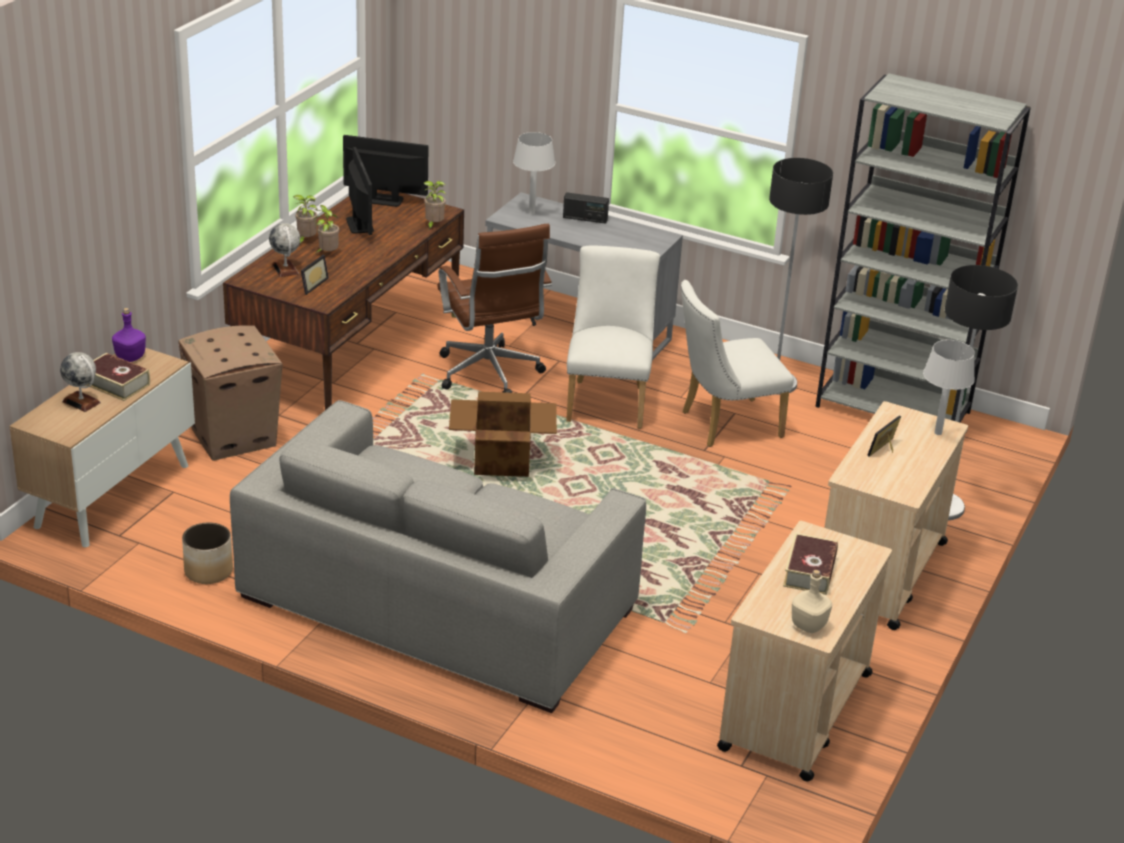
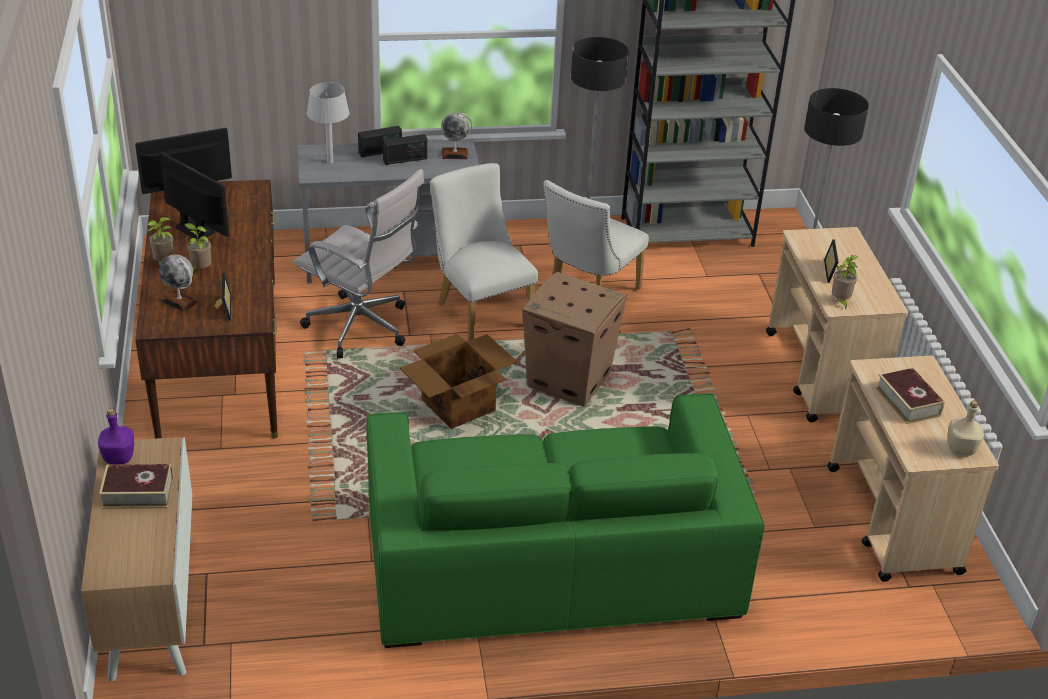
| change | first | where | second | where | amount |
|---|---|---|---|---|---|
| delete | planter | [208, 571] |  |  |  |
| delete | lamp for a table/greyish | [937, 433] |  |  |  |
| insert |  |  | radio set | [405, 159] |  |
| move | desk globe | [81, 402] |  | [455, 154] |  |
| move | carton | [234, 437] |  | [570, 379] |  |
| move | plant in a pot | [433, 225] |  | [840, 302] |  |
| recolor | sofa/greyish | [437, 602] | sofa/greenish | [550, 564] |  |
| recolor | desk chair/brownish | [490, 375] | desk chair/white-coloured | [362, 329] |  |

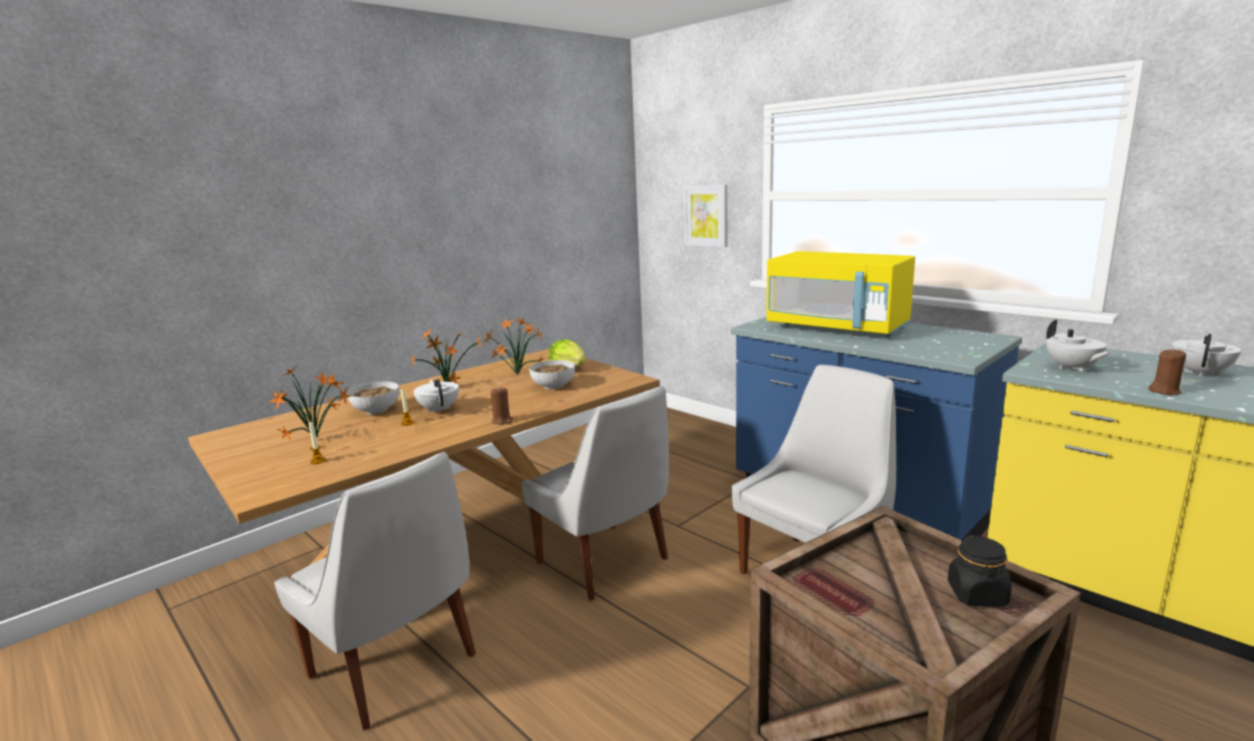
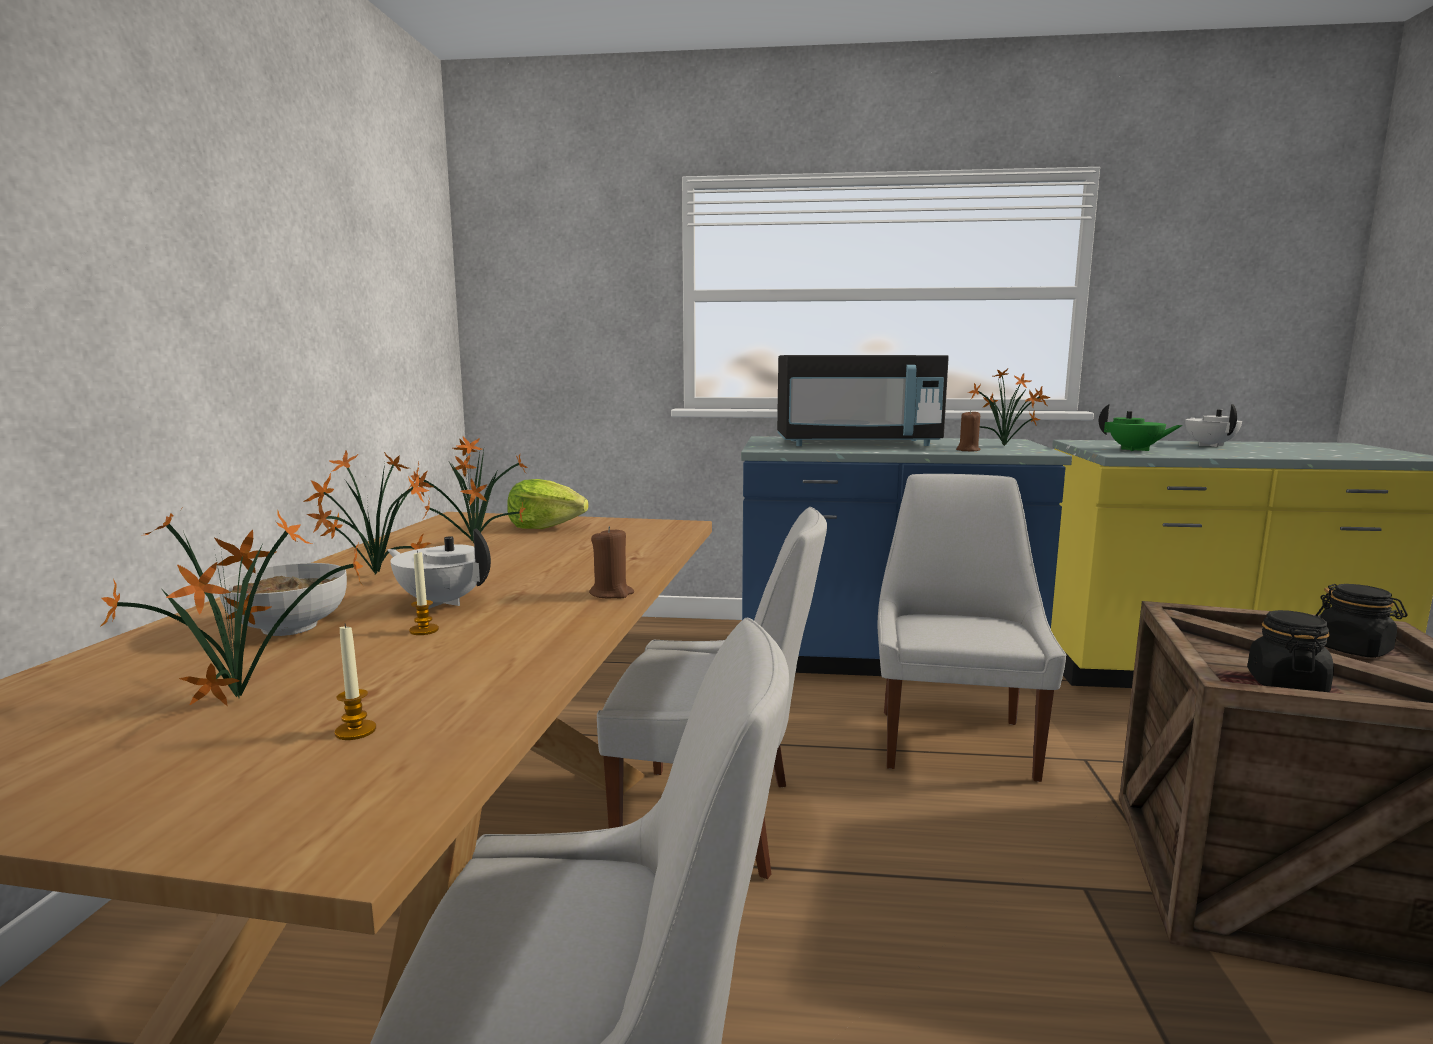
| change | first | where | second | where | amount |
|---|---|---|---|---|---|
| delete | deep dish | [554, 386] |  |  |  |
| delete | wall art | [706, 215] |  |  |  |
| insert |  |  | plant in a pot | [1006, 446] |  |
| insert |  |  | storage jar/black | [1285, 684] |  |
| move | wax light/brownish | [1165, 391] |  | [968, 450] |  |
| recolor | microwave oven/yellowish | [837, 328] | microwave oven/black | [856, 444] |  |
| recolor | tea pot/white-coloured | [1072, 368] | tea pot/greenish | [1135, 450] |  |

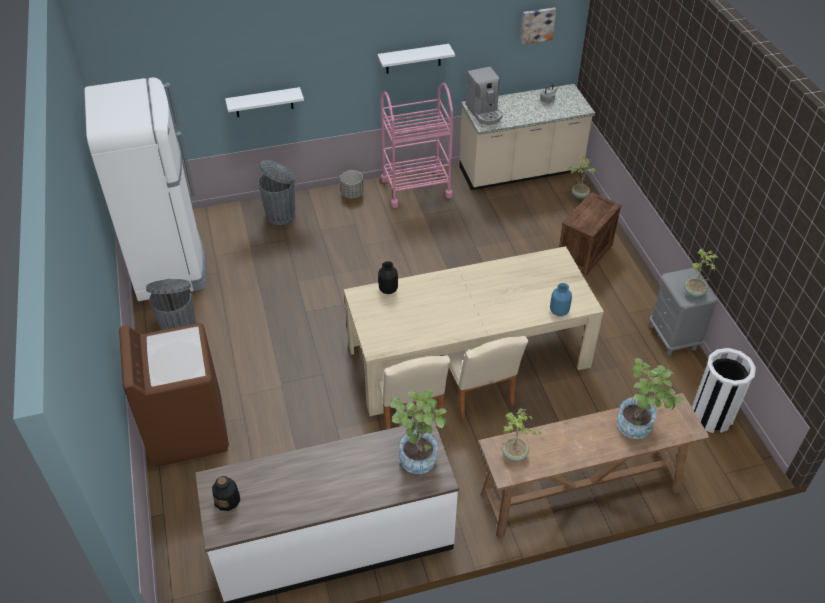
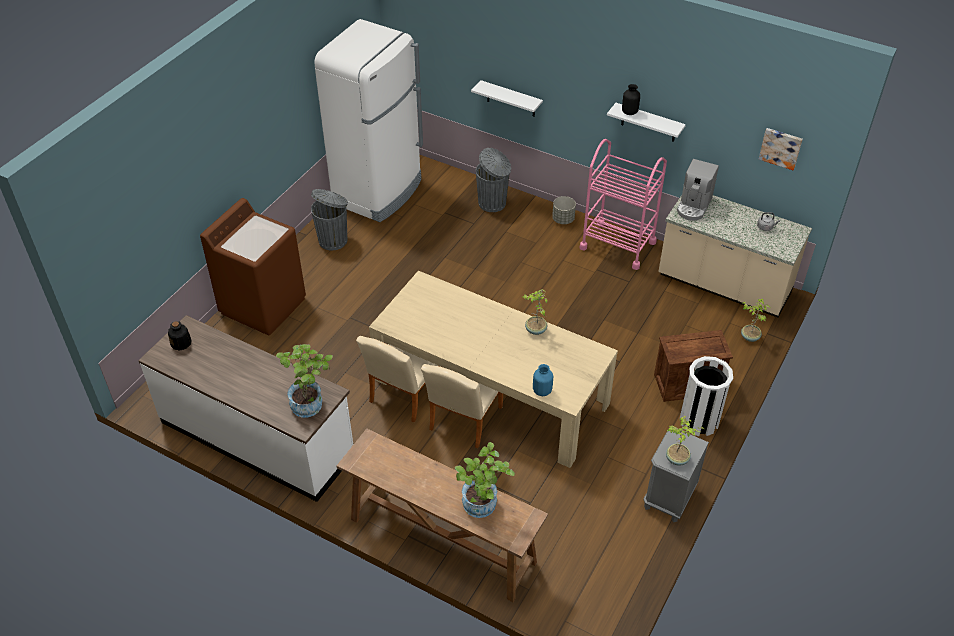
| change | first | where | second | where | amount |
|---|---|---|---|---|---|
| move | decorative vase/black | [388, 289] |  | [629, 112] |  |
| move | plant in a pot | [514, 455] |  | [535, 330] |  |
| move | rubbish bin/white-coloured | [711, 416] |  | [699, 420] |  |

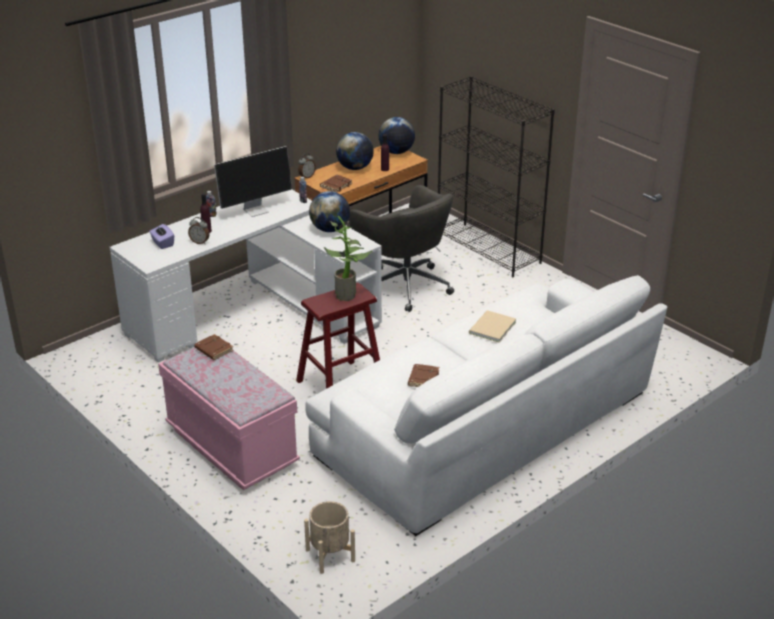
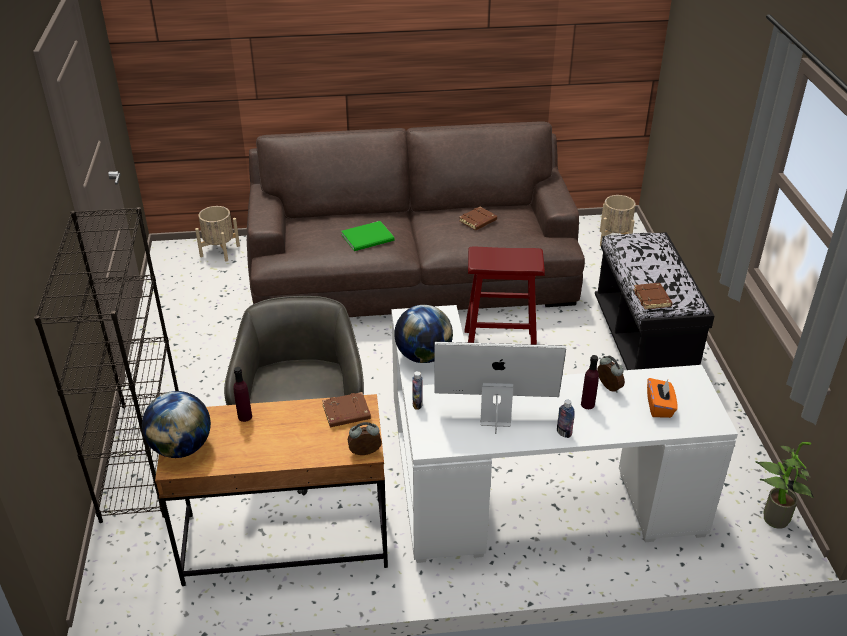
| change | first | where | second | where | amount |
|---|---|---|---|---|---|
| delete | desk globe | [355, 168] |  |  |  |
| insert |  |  | planter/sand-coloured | [219, 251] |  |
| move | plant in a pot | [348, 294] |  | [771, 519] |  |
| recolor | box of tissues/purplish | [162, 243] | box of tissues/orangey | [659, 407] |  |
| recolor | bench/pinkish | [231, 447] | bench/black | [643, 340] |  |
| recolor | sofa/white-coloured | [485, 425] | sofa/brownish | [412, 272] |  |
| recolor | volume/sand-coloured | [491, 328] | volume/greenish | [369, 238] |  |

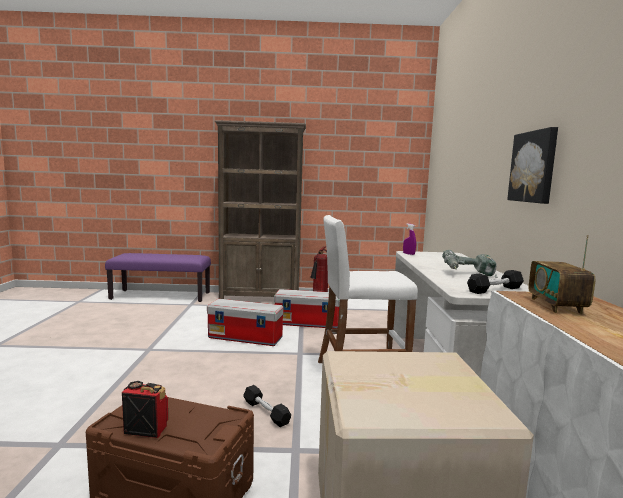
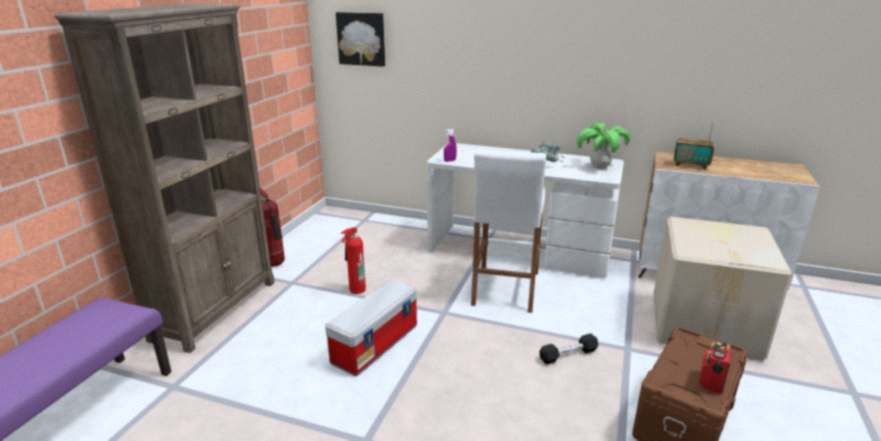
| change | first | where | second | where | amount |
|---|---|---|---|---|---|
| move | wall art | [534, 167] |  | [361, 39] |  |
| replace | storage bin | [308, 323] | fire extinguisher | [355, 290] |  |
| replace | dumbbell/black | [495, 289] | plant in a pot | [599, 167] |  |

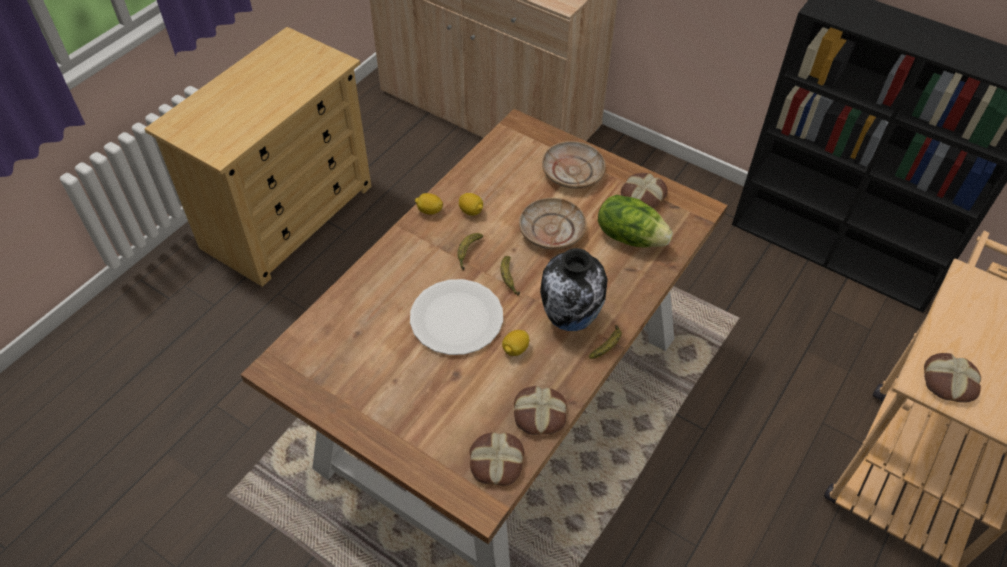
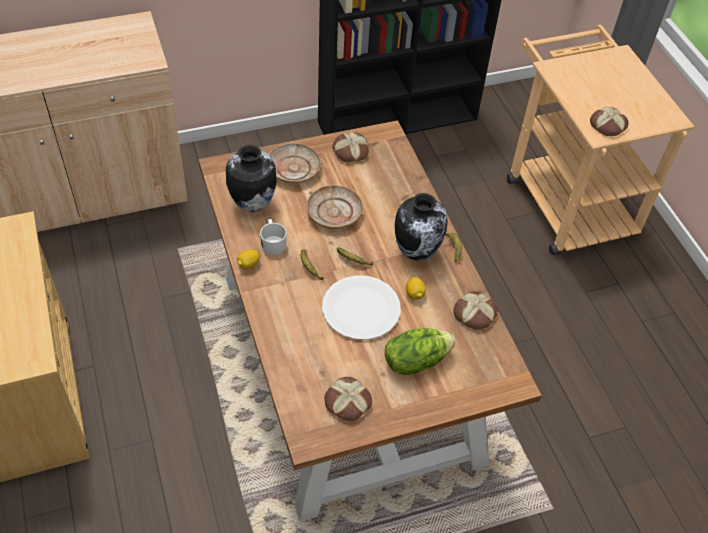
| change | first | where | second | where | amount |
|---|---|---|---|---|---|
| insert |  |  | decorative vase | [252, 204] |  |
| move | baked bread | [495, 462] |  | [347, 402] |  |
| move | lettuce head | [630, 236] |  | [415, 360] |  |
| replace | lemon | [471, 211] | coffee mug/white-coloured | [273, 243] |  |

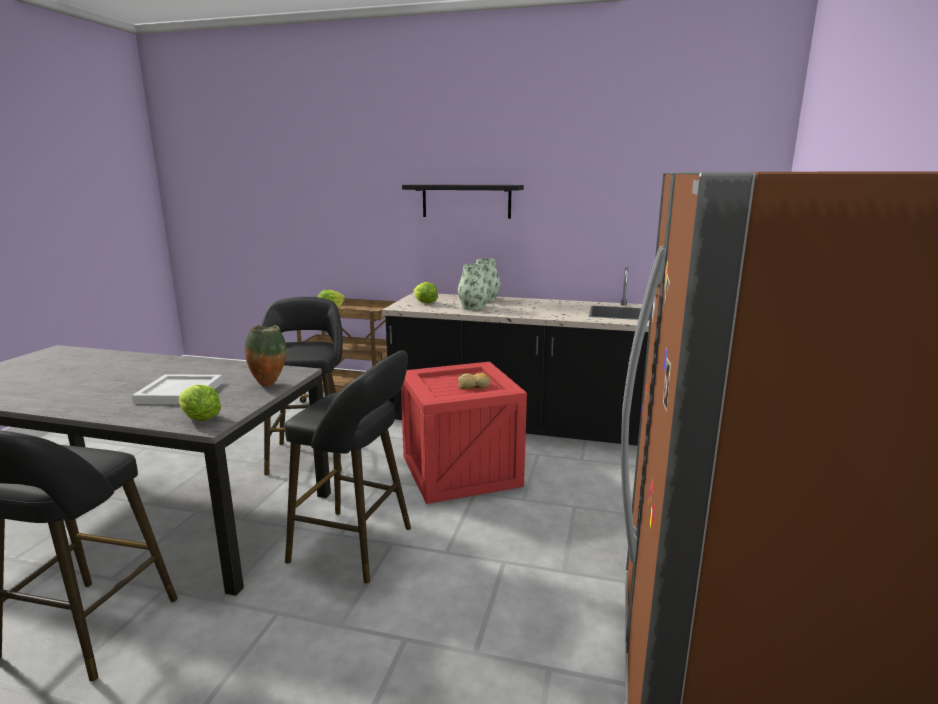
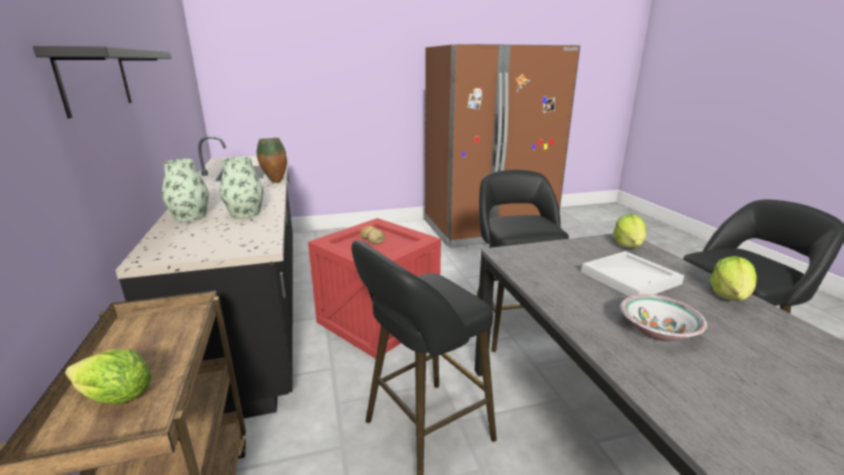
| change | first | where | second | where | amount |
|---|---|---|---|---|---|
| insert |  |  | deep dish | [657, 331] |  |
| move | decorative vase | [269, 384] |  | [274, 182] |  |
| move | lettuce head | [425, 303] |  | [730, 296] |  |

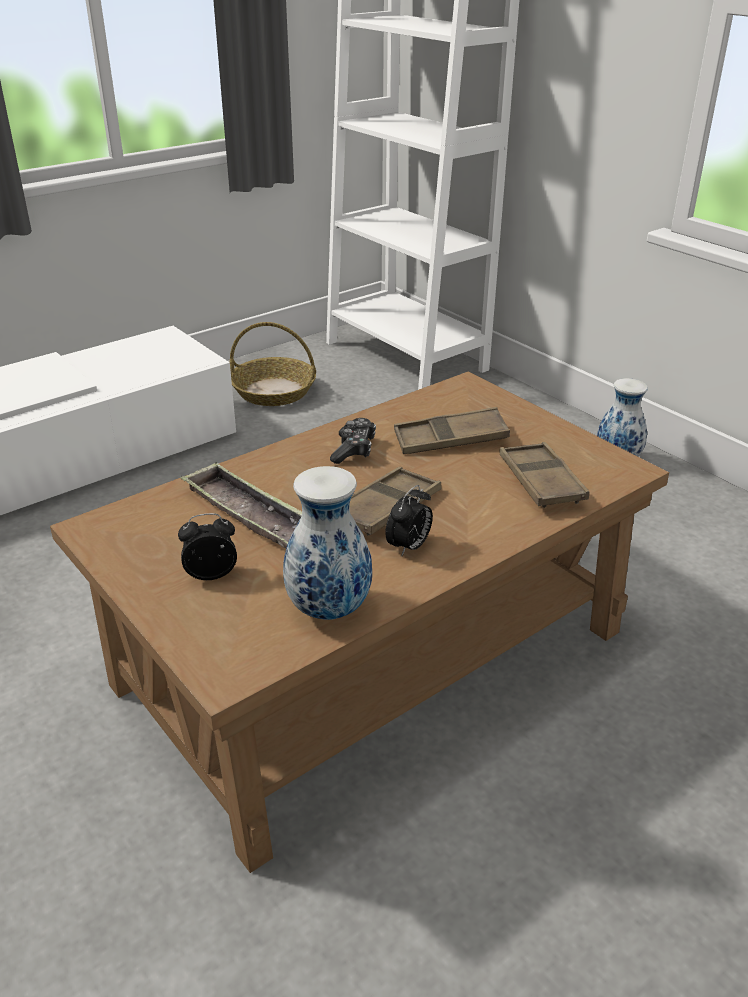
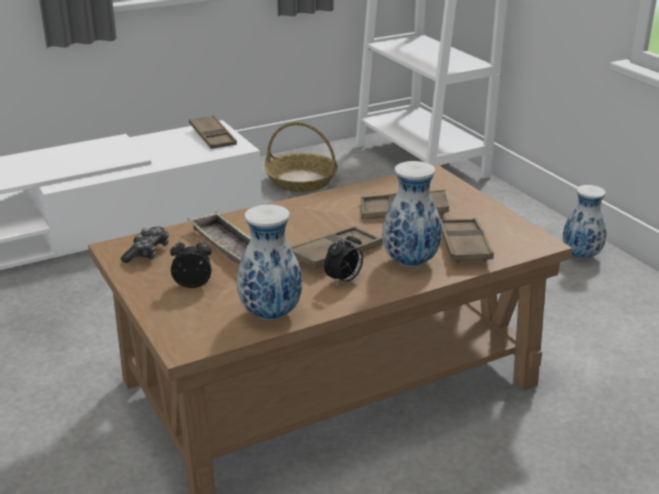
| change | first | where | second | where | amount |
|---|---|---|---|---|---|
| insert |  |  | carrying tray/brownish | [212, 137] |  |
| insert |  |  | decorative vase | [410, 261] |  |
| move | game controller | [354, 449] |  | [147, 252] |  |

